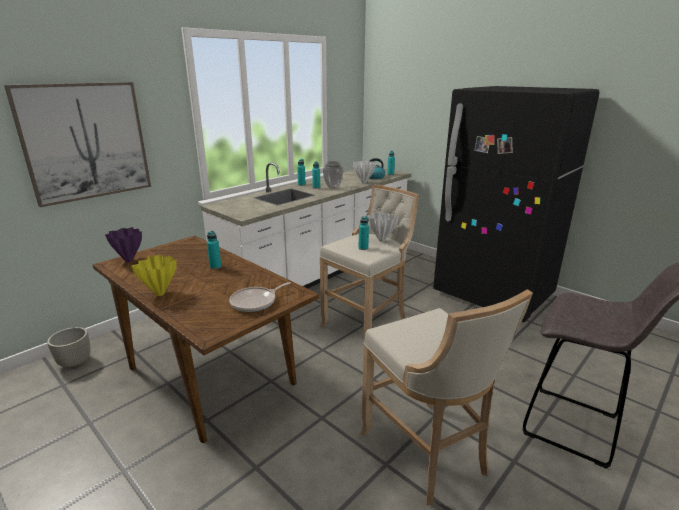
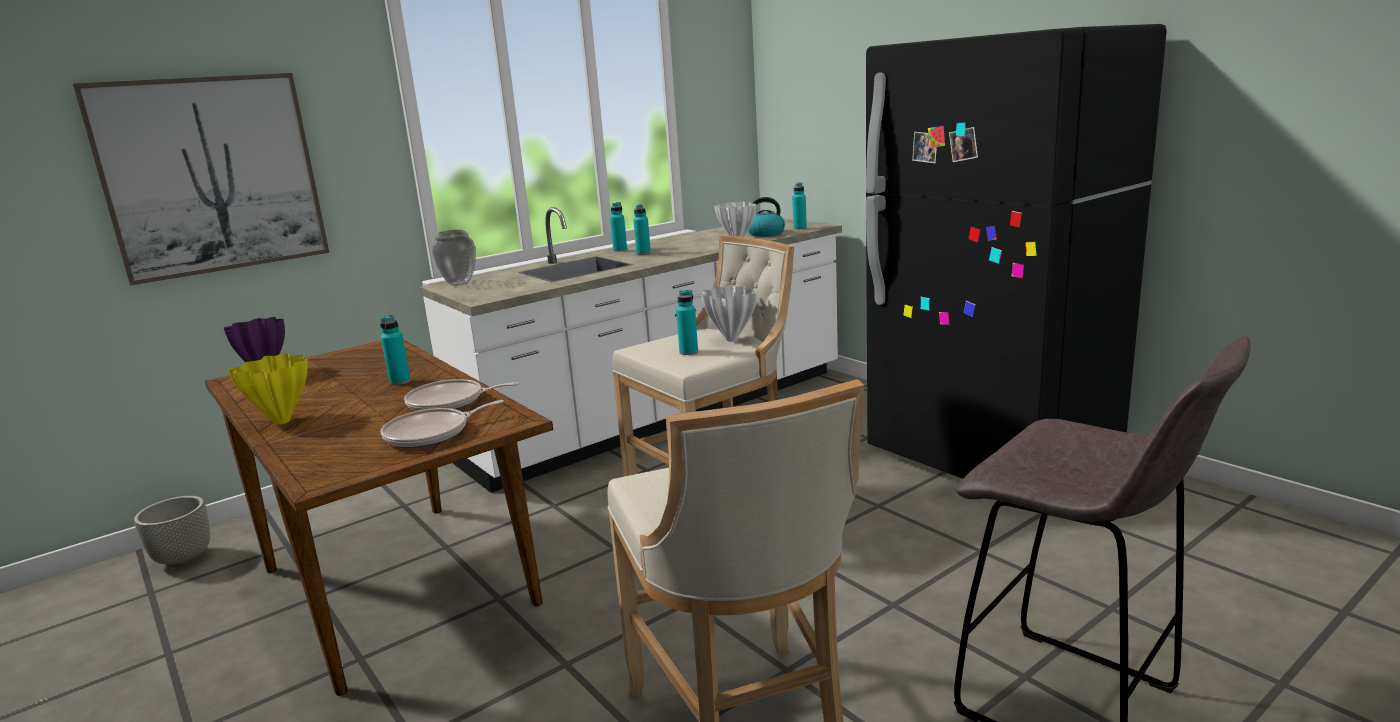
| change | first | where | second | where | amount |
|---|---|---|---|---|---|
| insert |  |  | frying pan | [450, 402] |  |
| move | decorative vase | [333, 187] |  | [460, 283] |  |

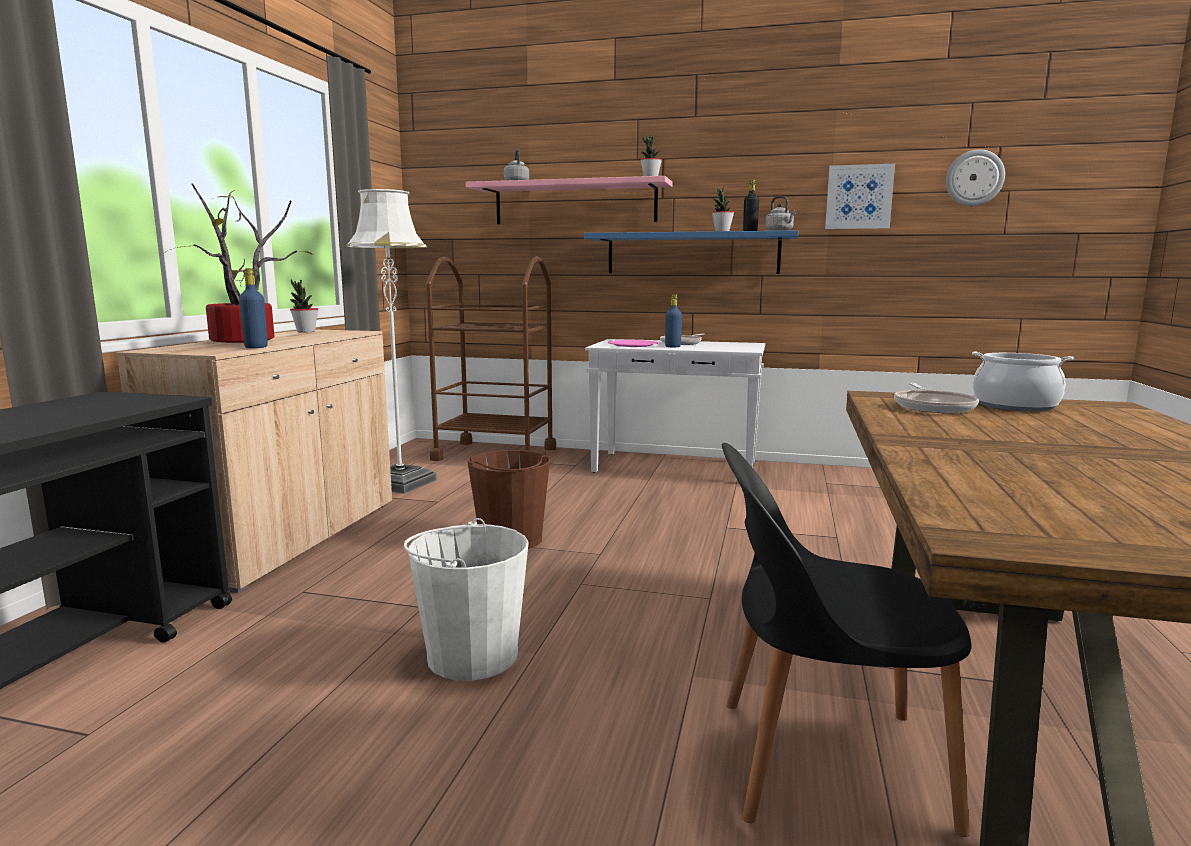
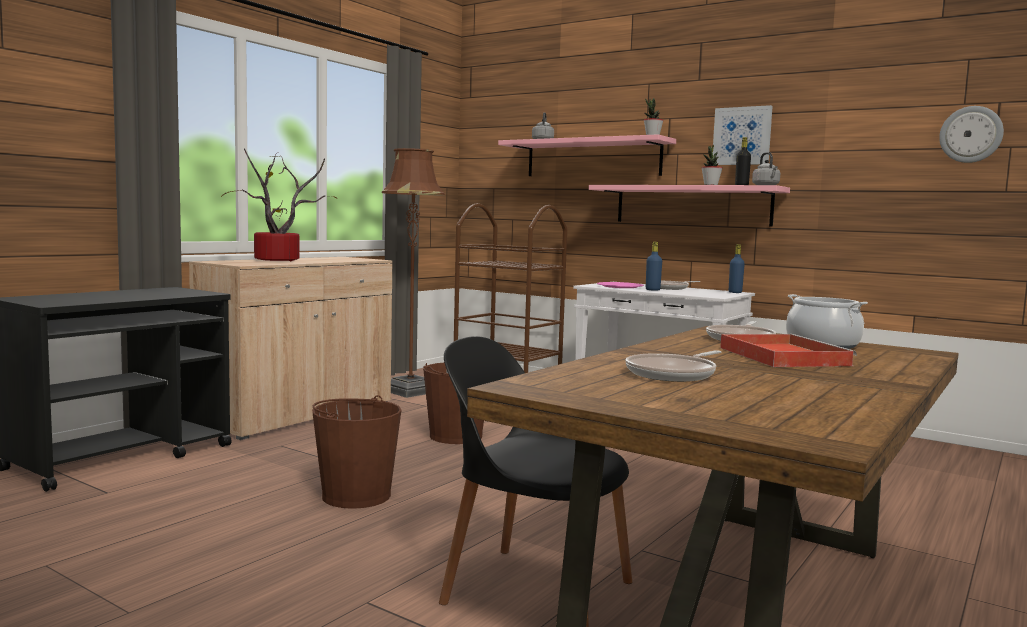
| change | first | where | second | where | amount |
|---|---|---|---|---|---|
| delete | plant in a pot | [305, 331] |  |  |  |
| insert |  |  | frying pan | [674, 374] |  |
| insert |  |  | carrying tray/reddish | [781, 356] |  |
| move | bottle/blue-coloured | [256, 347] |  | [735, 292] |  |
| move | wall art | [859, 197] |  | [742, 136] |  |
| recolor | standard lamp/white-coloured | [401, 483] | standard lamp/brownish | [410, 390] |  |
| recolor | bucket/white-coloured | [471, 655] | bucket/brownish | [356, 495] |  |
| recolor | wall shelf/blue-coloured | [692, 253] | wall shelf/pinkish | [692, 205] |  |

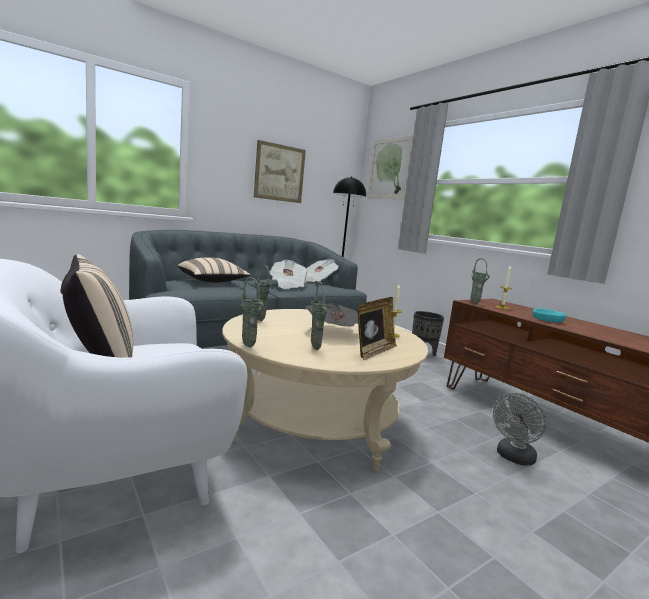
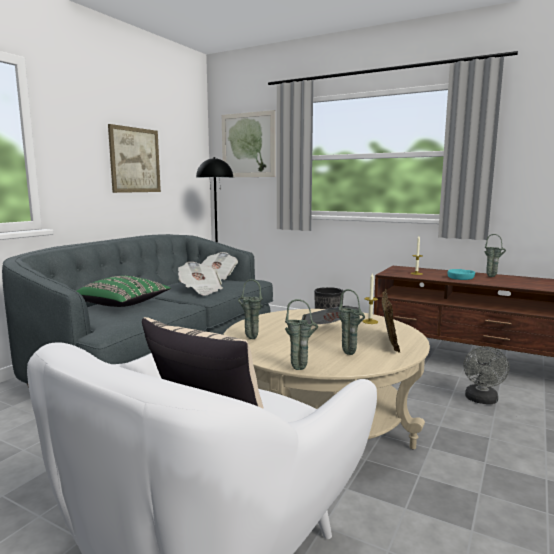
| change | first | where | second | where | amount |
|---|---|---|---|---|---|
| move | decorative vase/greenish | [475, 303] |  | [492, 277] |  |
| recolor | throw pillow/sand-coloured | [212, 281] | throw pillow/greenish | [124, 304] |  |

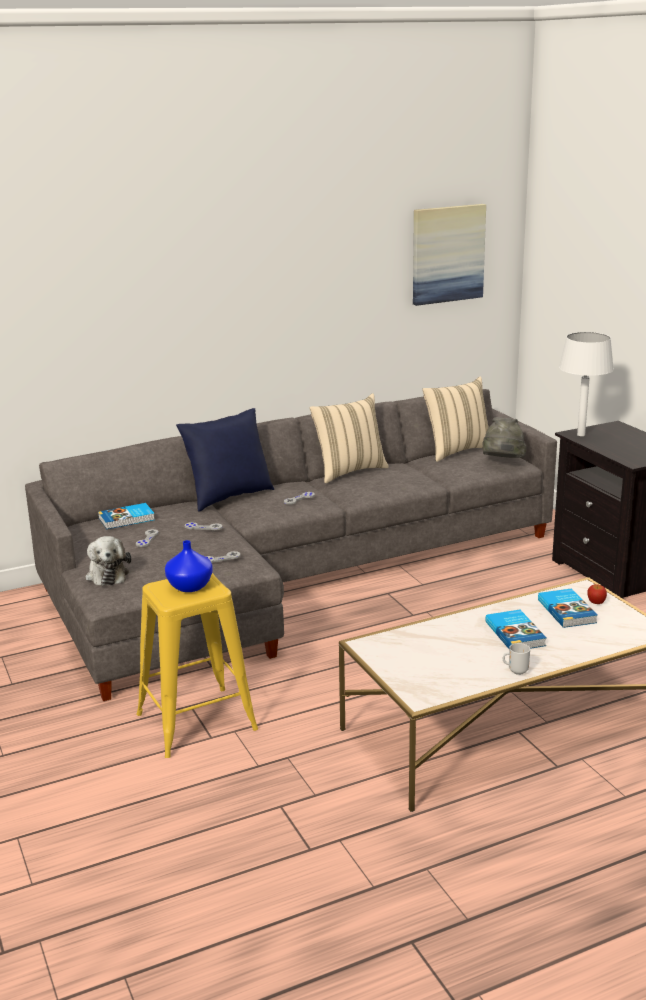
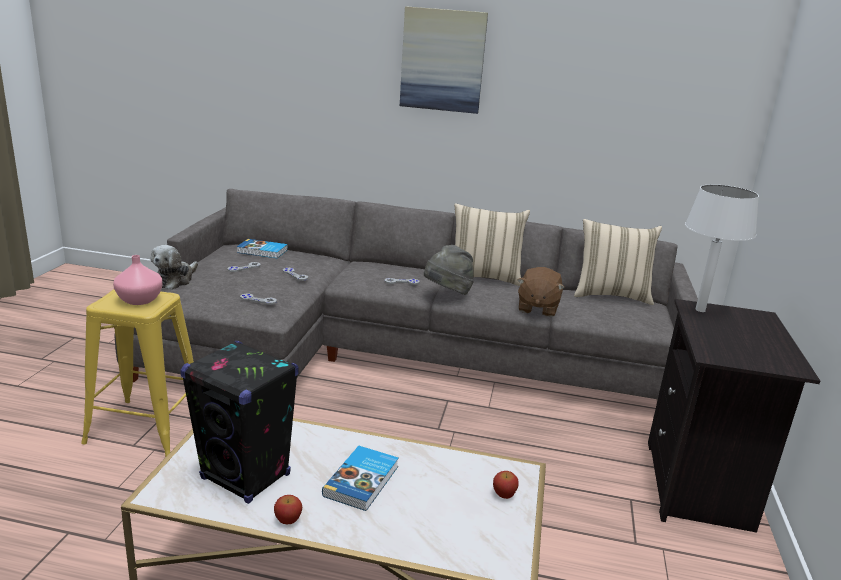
| change | first | where | second | where | amount |
|---|---|---|---|---|---|
| delete | throw pillow/blue-coloured | [228, 497] |  |  |  |
| delete | volume | [567, 611] |  |  |  |
| insert |  |  | audio speaker/black | [246, 477] |  |
| insert |  |  | soft toy/brownish | [537, 308] |  |
| move | wall art | [447, 254] |  | [443, 60] |  |
| move | wearable hat/greyish | [502, 462] |  | [447, 294] |  |
| replace | coffee mug | [516, 671] | apple fruit | [288, 520] |  |
| recolor | decorative vase/blue-coloured | [190, 587] | decorative vase/pinkish | [139, 300] |  |

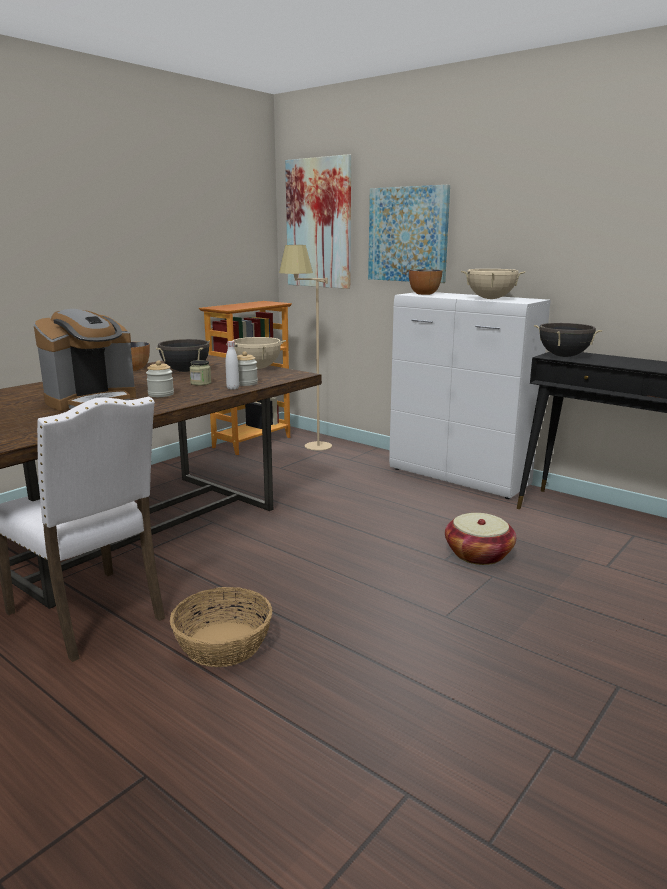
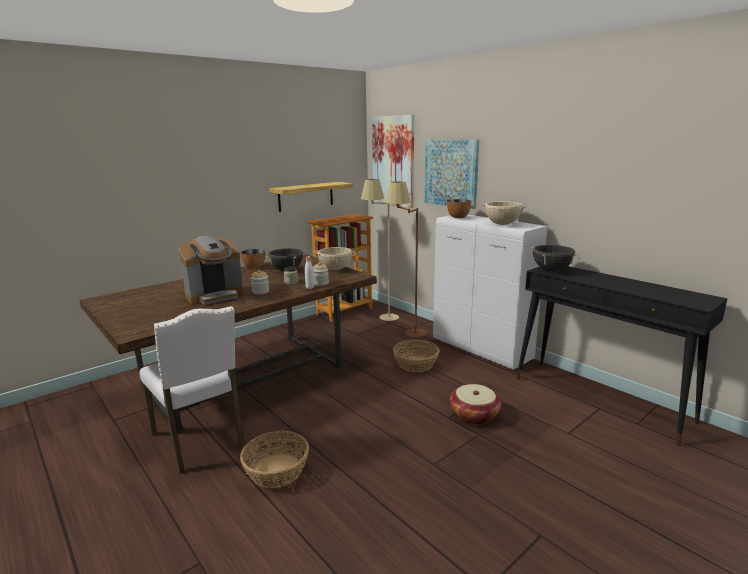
| change | first | where | second | where | amount |
|---|---|---|---|---|---|
| insert |  |  | wall shelf | [306, 196] |  |
| insert |  |  | standard lamp/brownish | [405, 332] |  |
| insert |  |  | basket | [416, 364] |  |

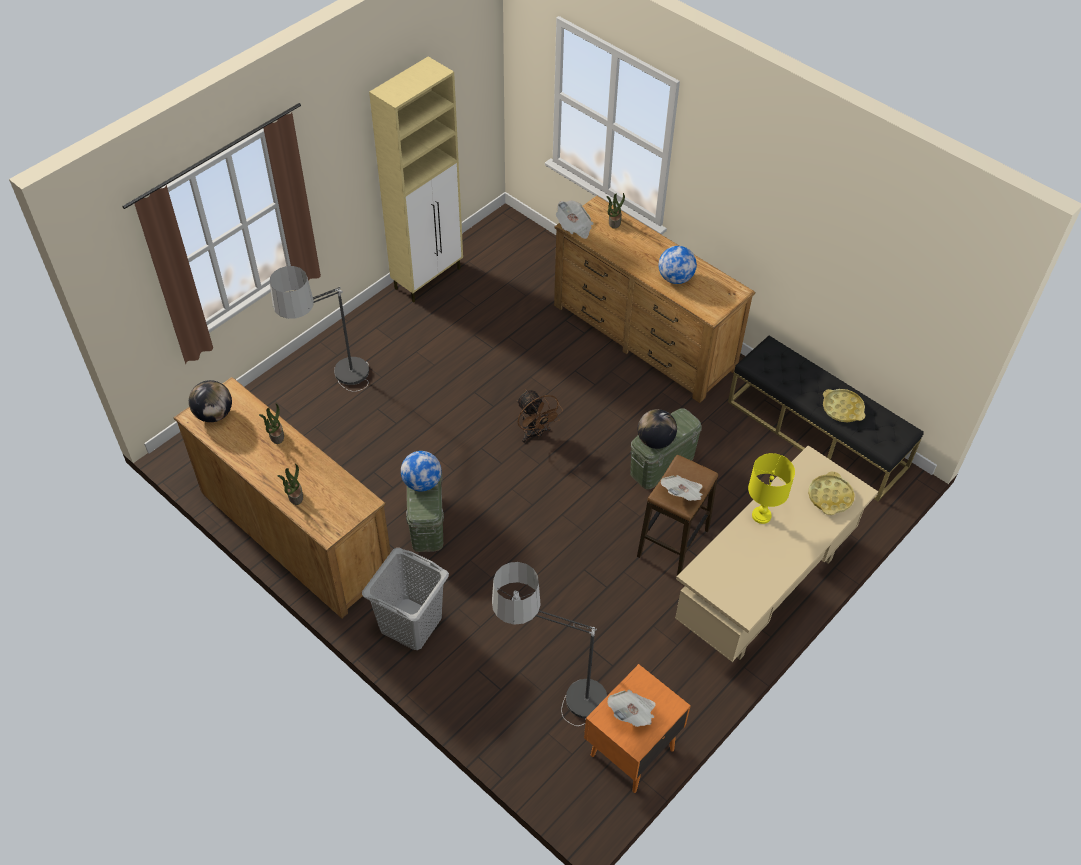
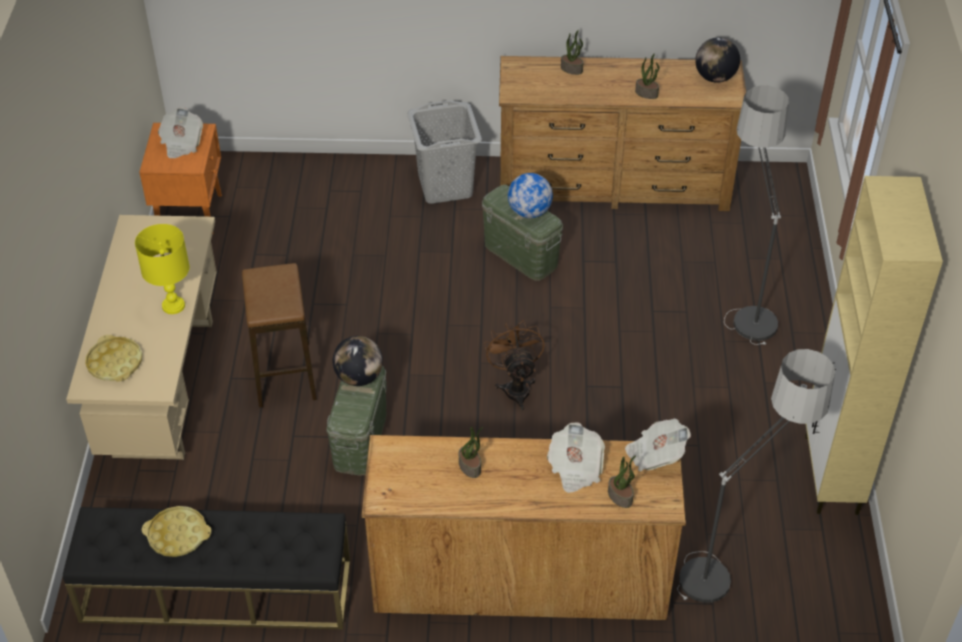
| change | first | where | second | where | amount |
|---|---|---|---|---|---|
| move | standard lamp | [552, 699] |  | [733, 560] |  |
| move | newspaper | [682, 494] |  | [575, 468] |  |
| replace | desk globe | [675, 278] | plant in a pot | [470, 466] |  |
| rotate | fan/brownish | [535, 434] |  | [515, 387] | 60 degrees clockwise |

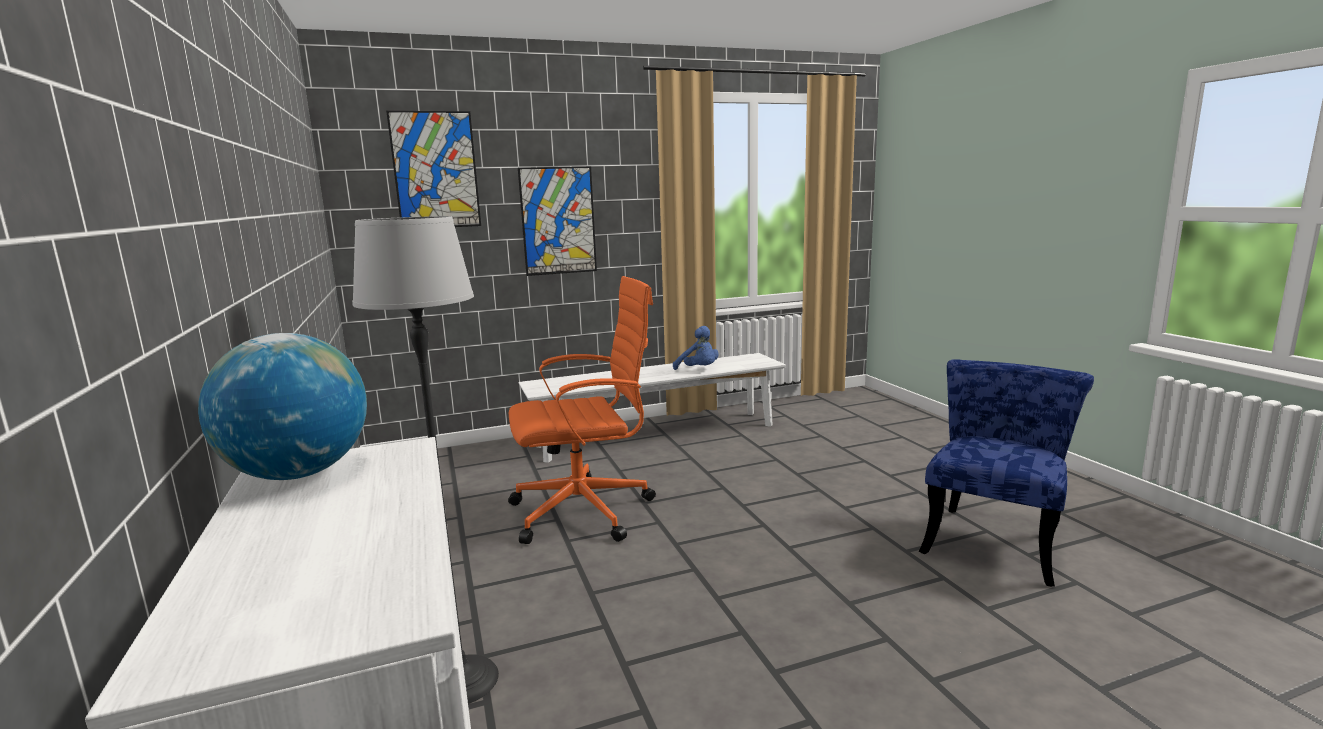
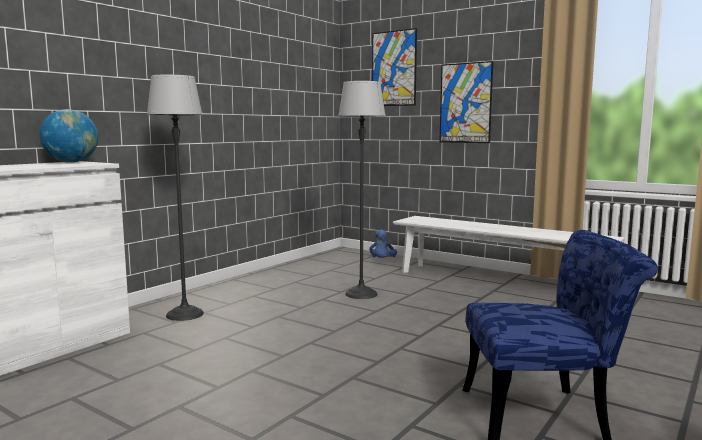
| change | first | where | second | where | amount |
|---|---|---|---|---|---|
| move | soft toy/blue-coloured | [699, 370] |  | [382, 260] |  |
| replace | desk chair/orangey | [586, 511] | standard lamp | [361, 294] |  |

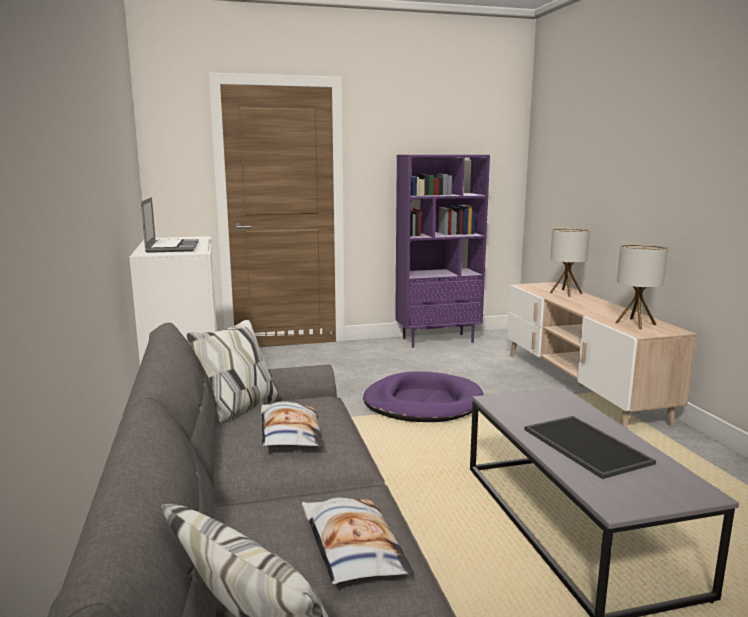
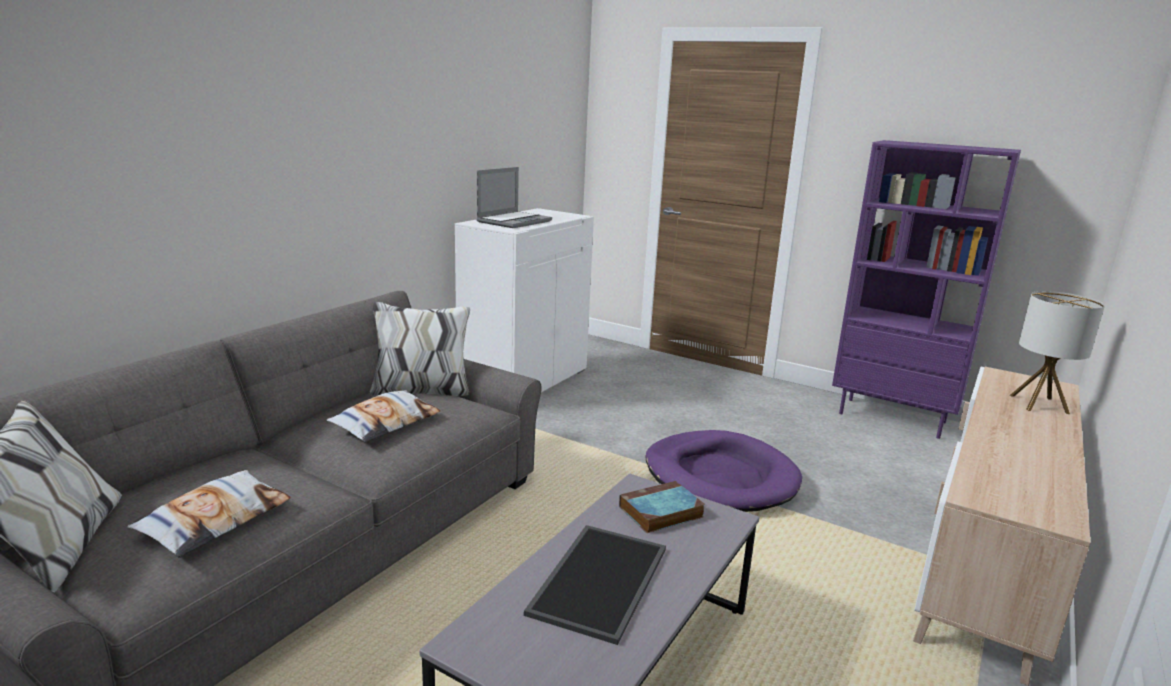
| change | first | where | second | where | amount |
|---|---|---|---|---|---|
| delete | lamp for a table | [635, 323] |  |  |  |
| insert |  |  | volume | [660, 512] |  |

